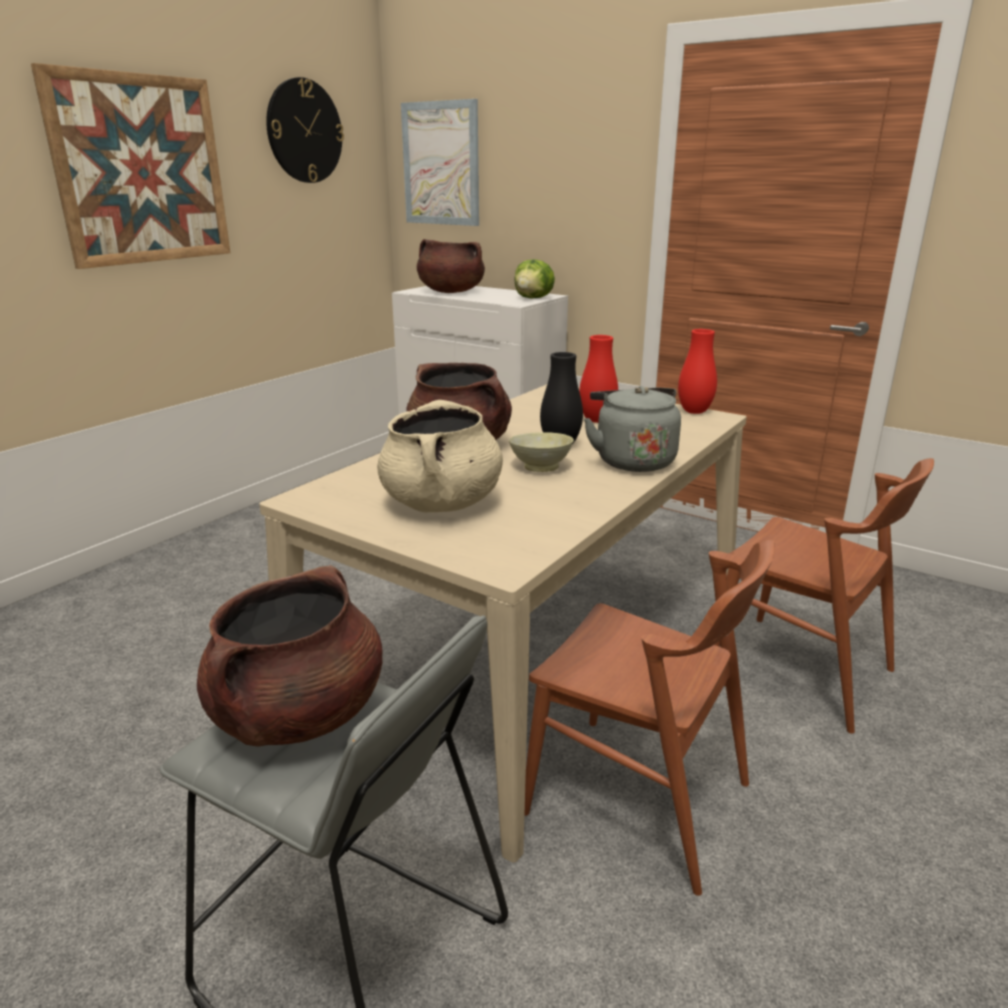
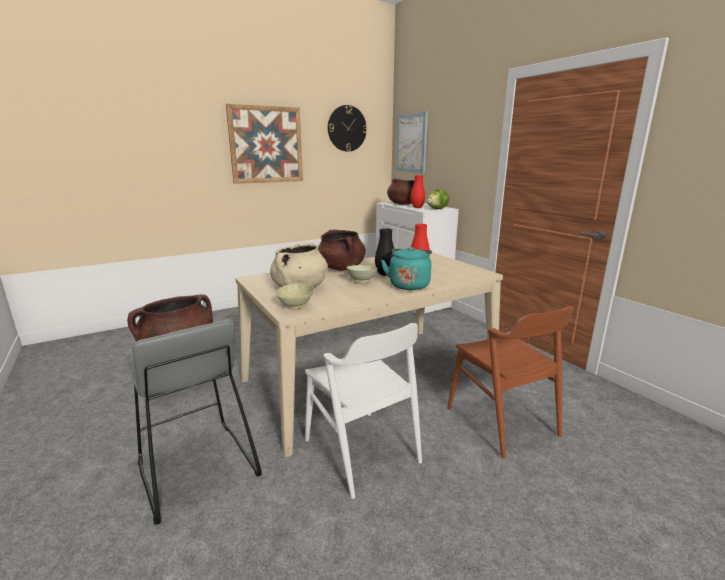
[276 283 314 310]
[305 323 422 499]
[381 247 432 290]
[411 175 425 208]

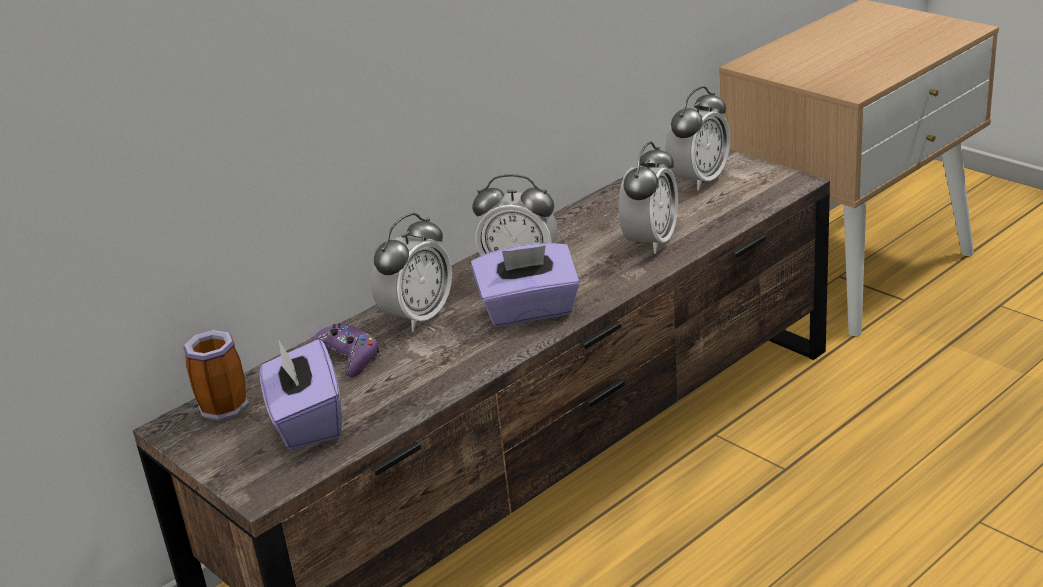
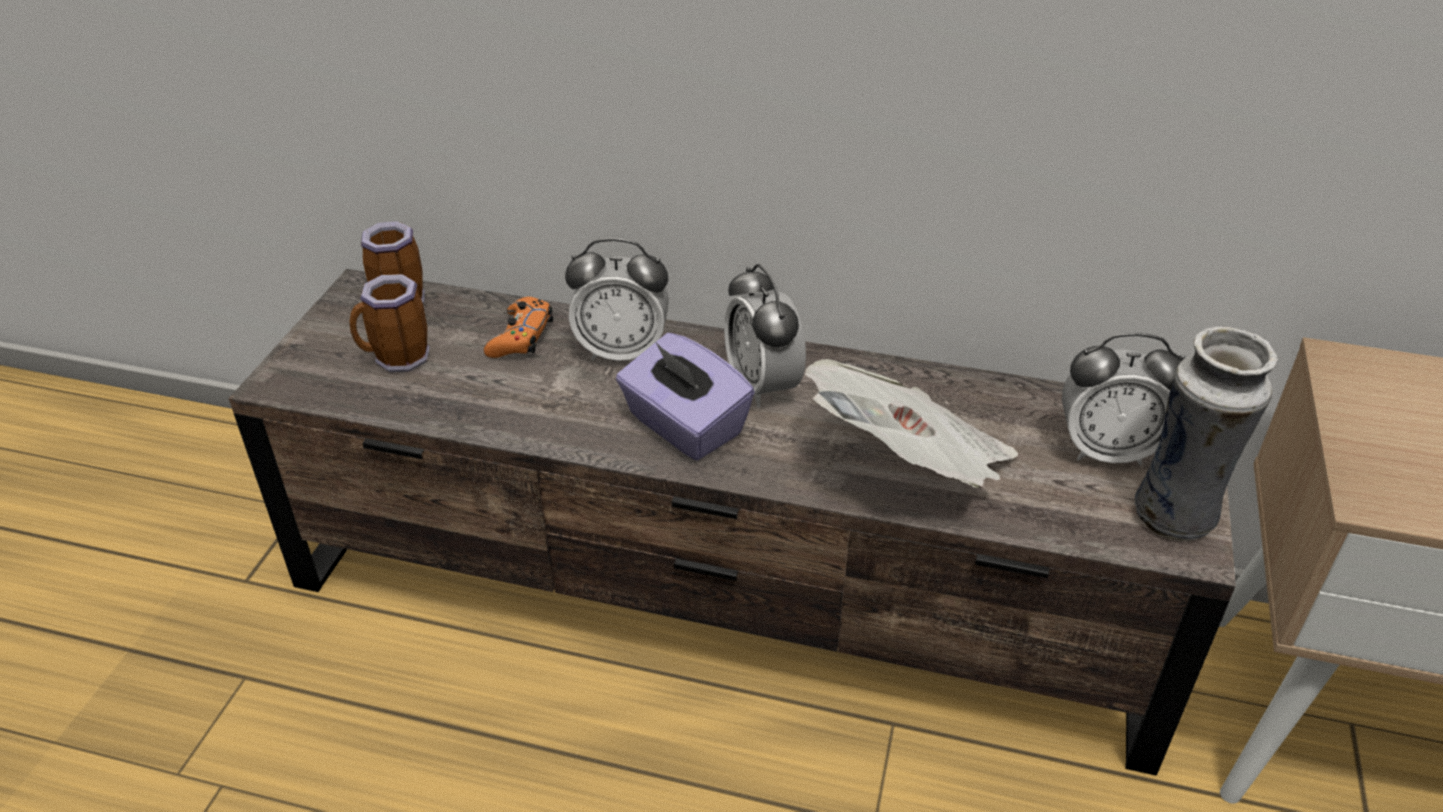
[349 274 430 372]
[484 297 553 358]
[805 359 1018 488]
[1135 326 1278 541]

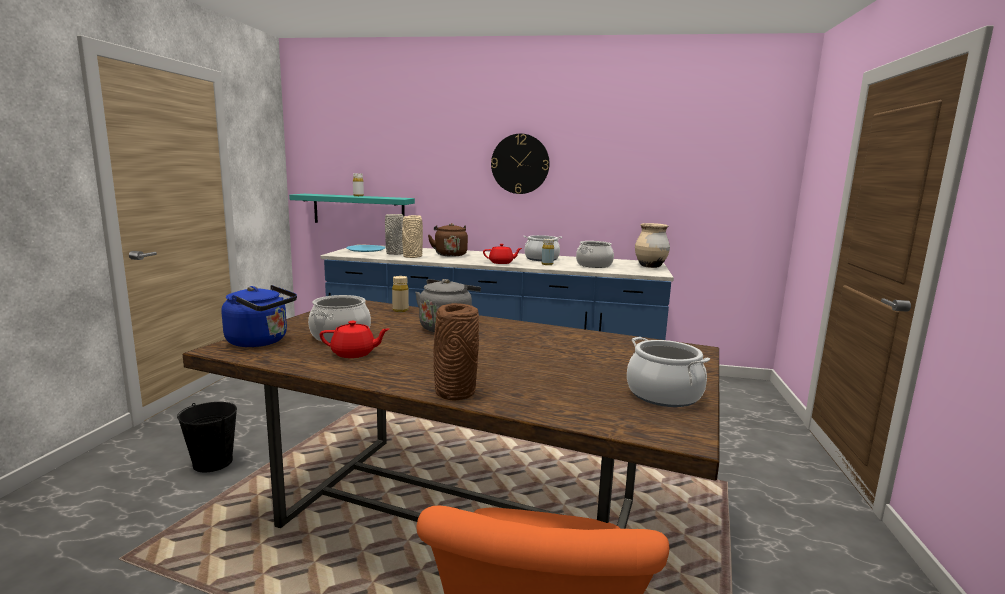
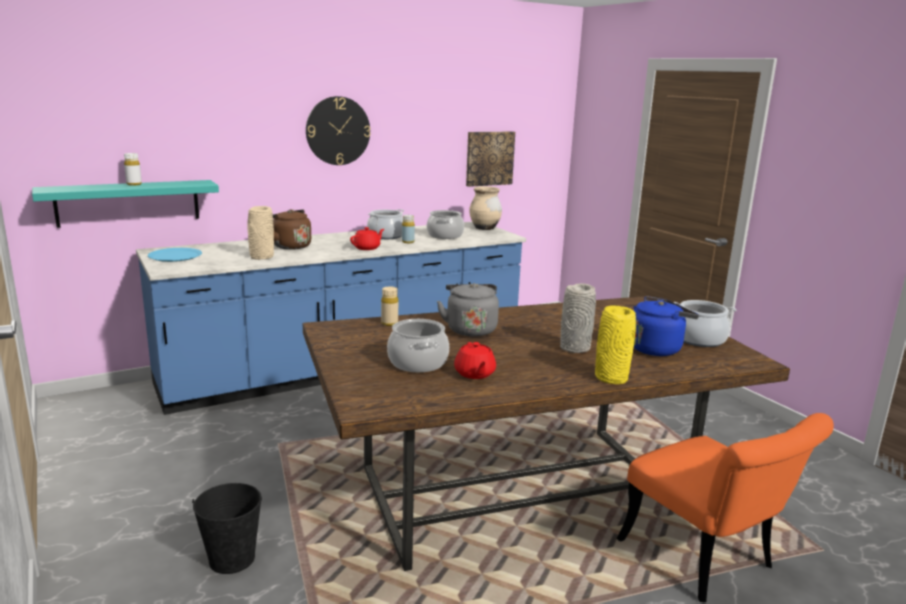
[454 342 496 379]
[466 132 515 187]
[560 283 596 353]
[595 305 636 384]
[634 296 699 356]

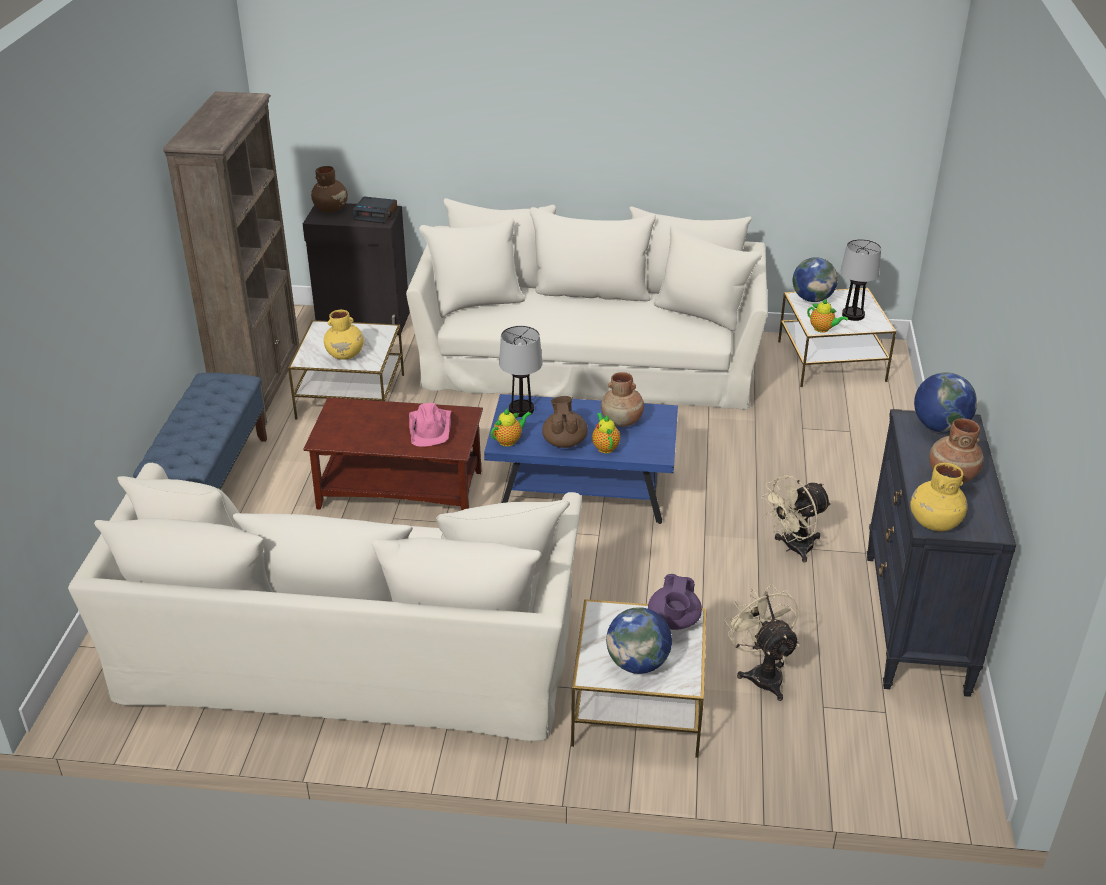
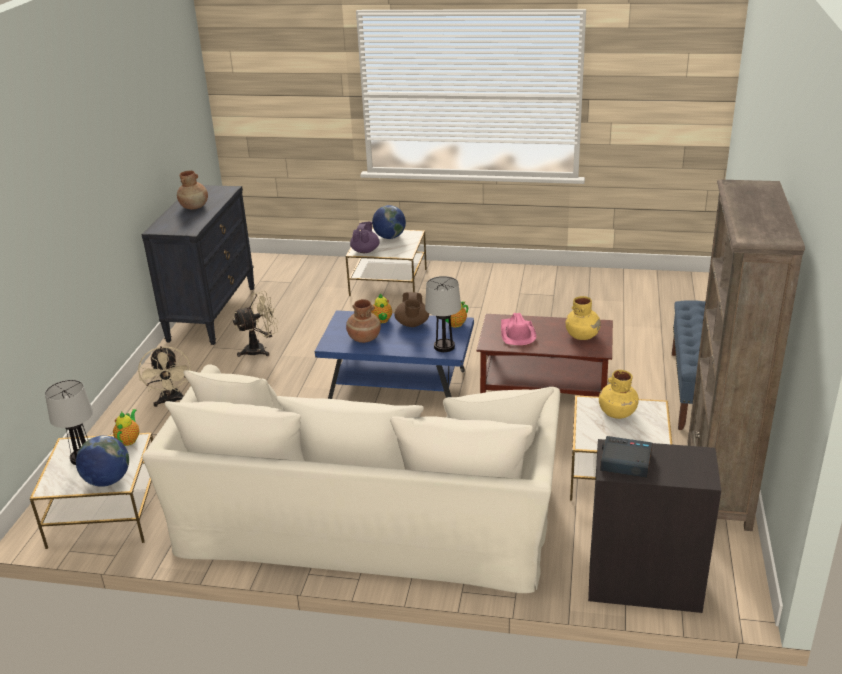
[113 409 139 446]
[138 346 190 407]
[566 296 601 340]
[68 463 582 741] (first image)
[311 166 348 212] (first image)
[914 372 977 433] (first image)

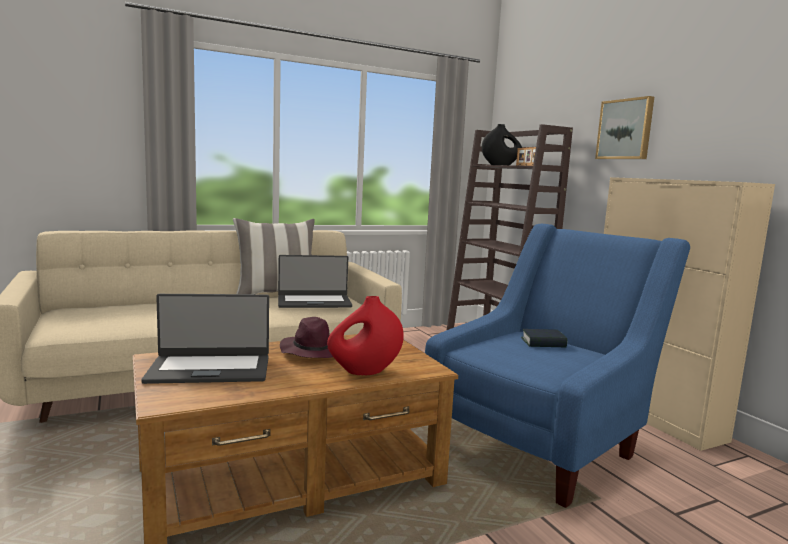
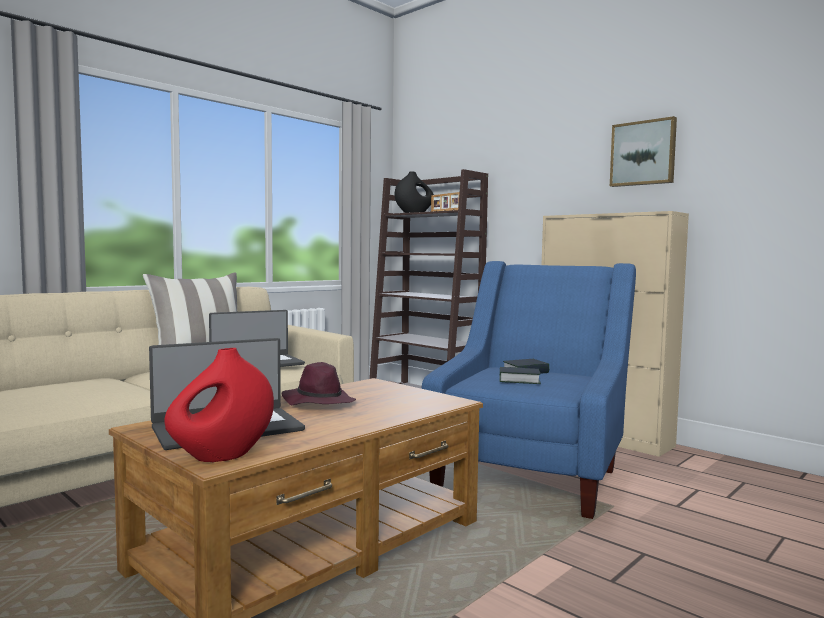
[164 348 274 463]
[499 367 541 384]
[610 116 677 187]

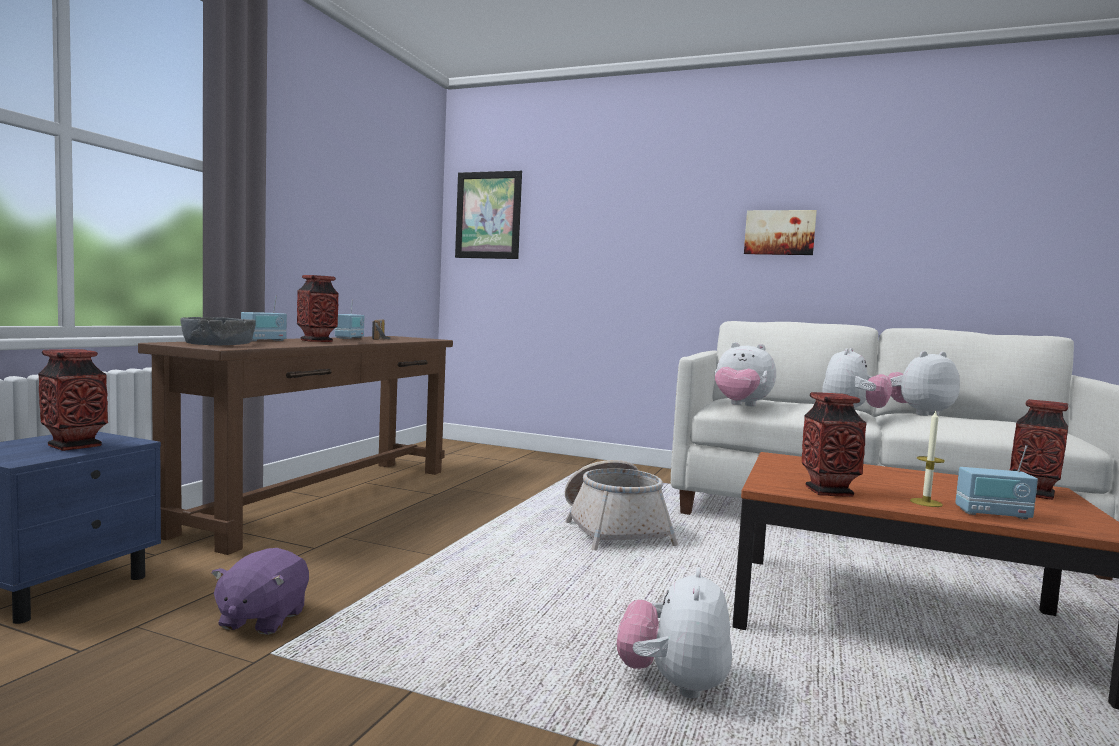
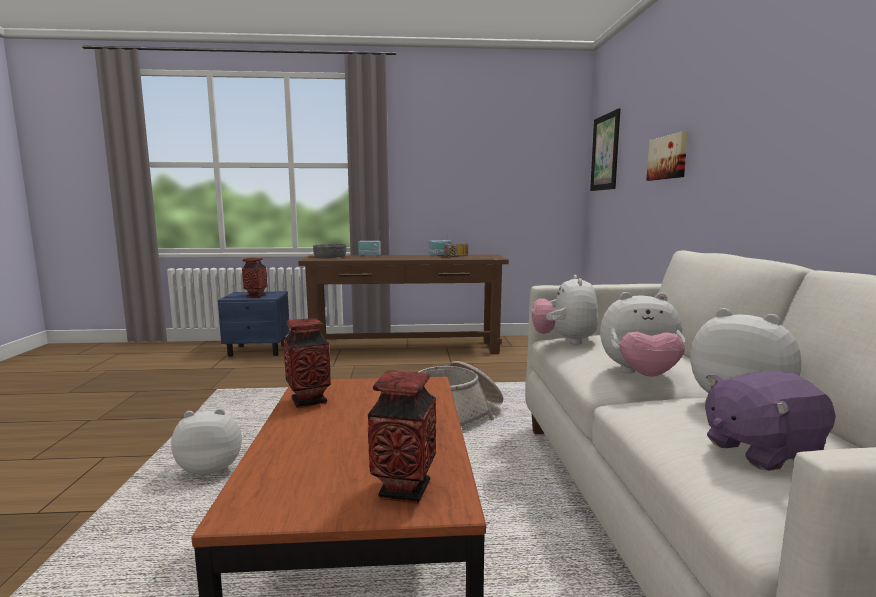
[646 131 688 181]
[705 371 836 471]
[297 275 339 342] (first image)
[910 410 945 507] (first image)
[955 445 1038 520] (first image)

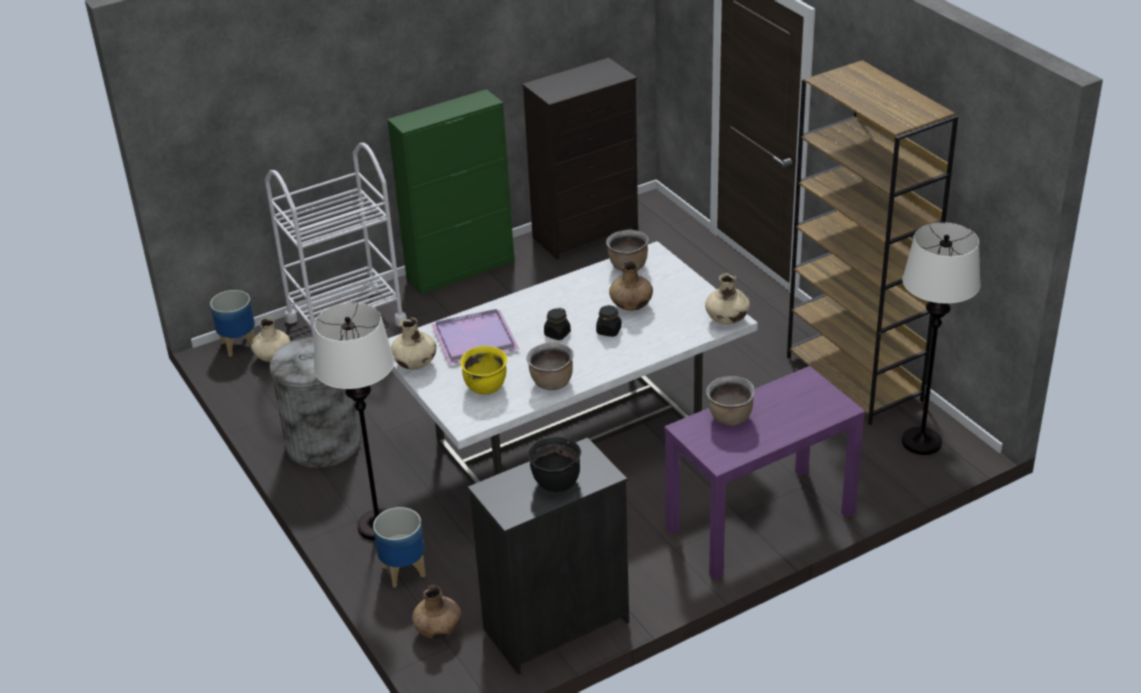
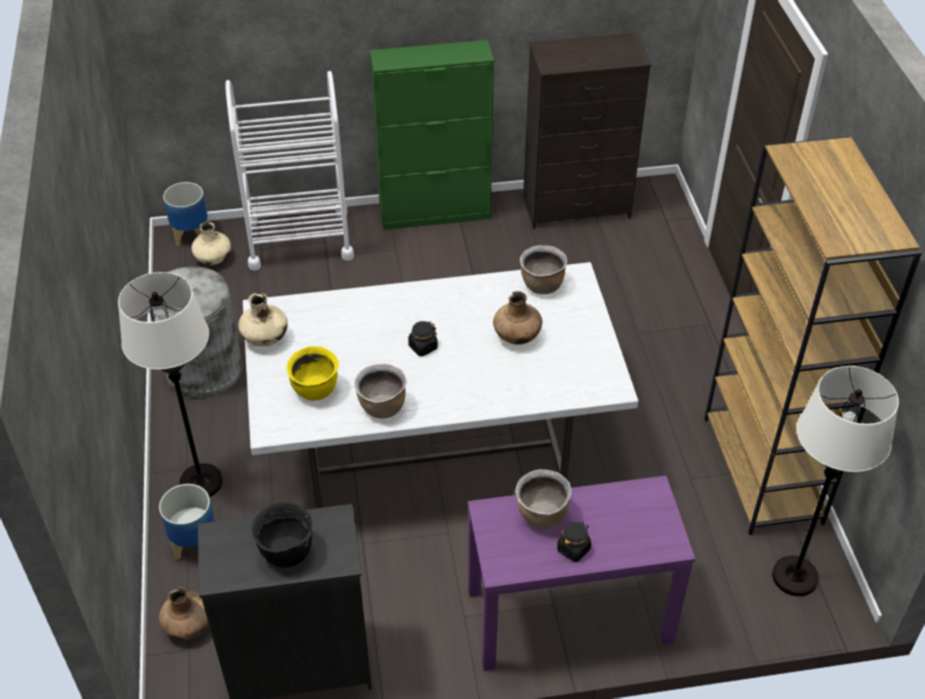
[557 522 591 562]
[431 309 519 365] (first image)
[705 273 750 325] (first image)

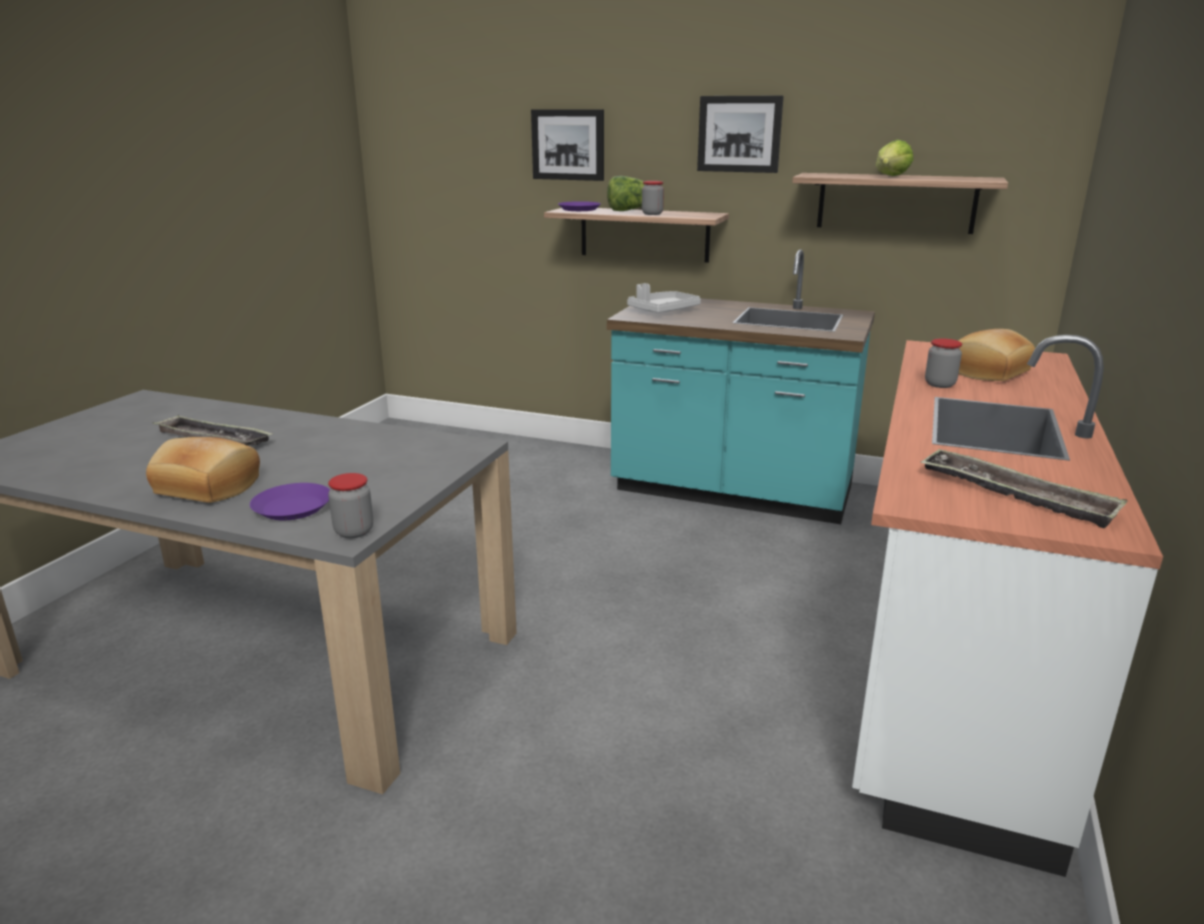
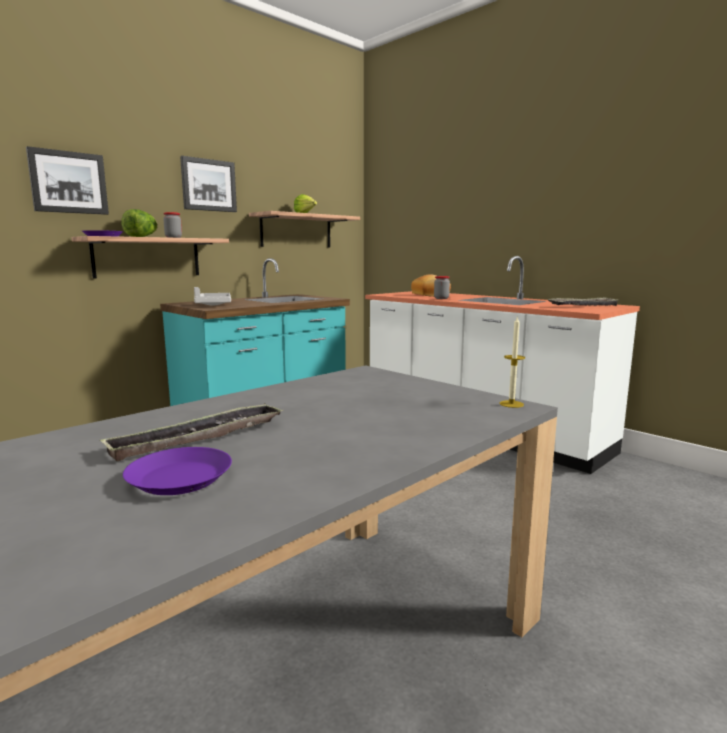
[123 447 232 495]
[500 317 525 408]
[146 437 260 503] (first image)

